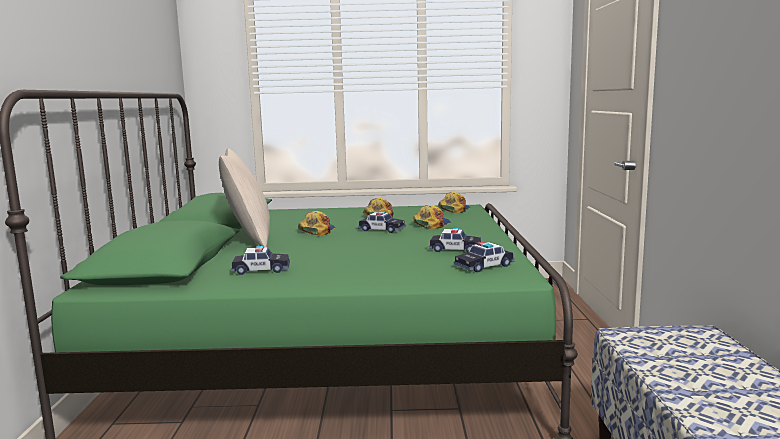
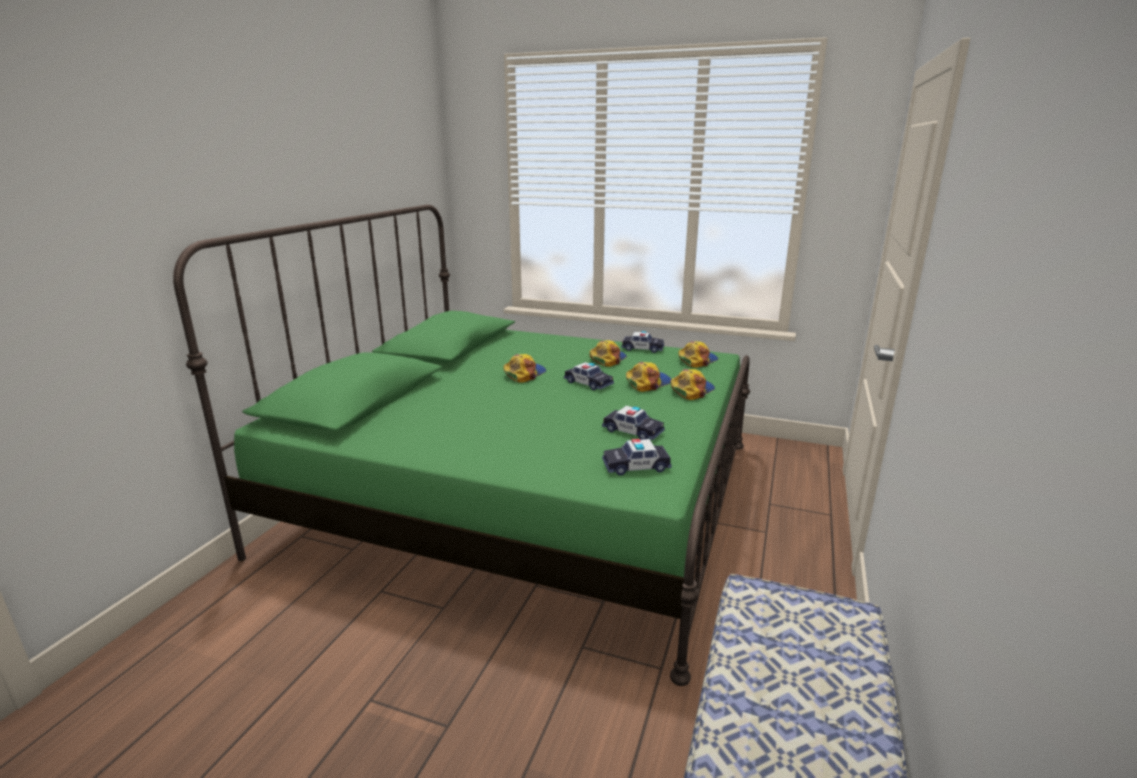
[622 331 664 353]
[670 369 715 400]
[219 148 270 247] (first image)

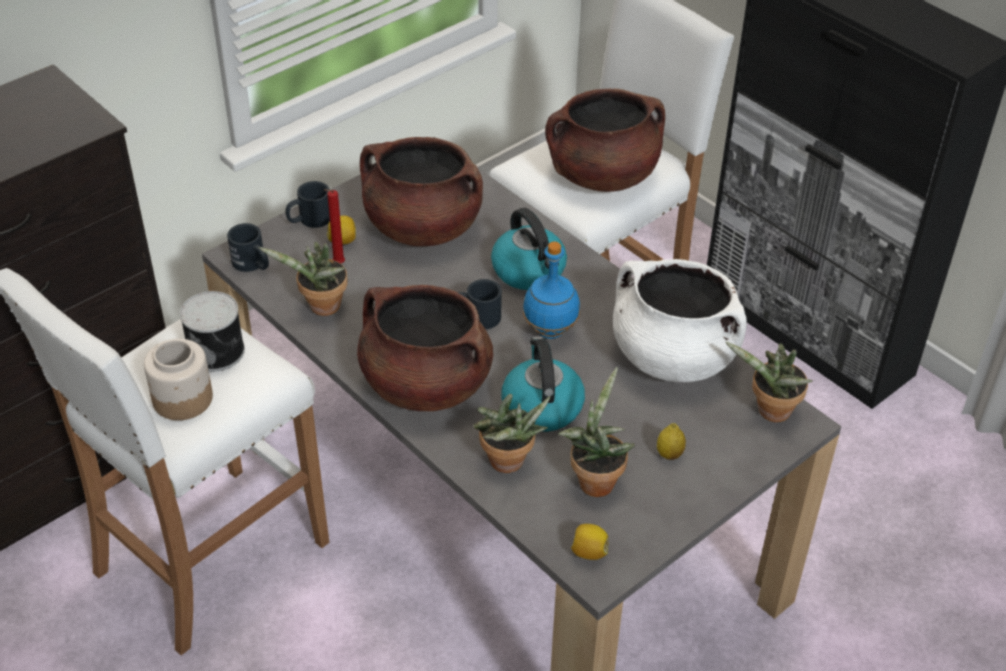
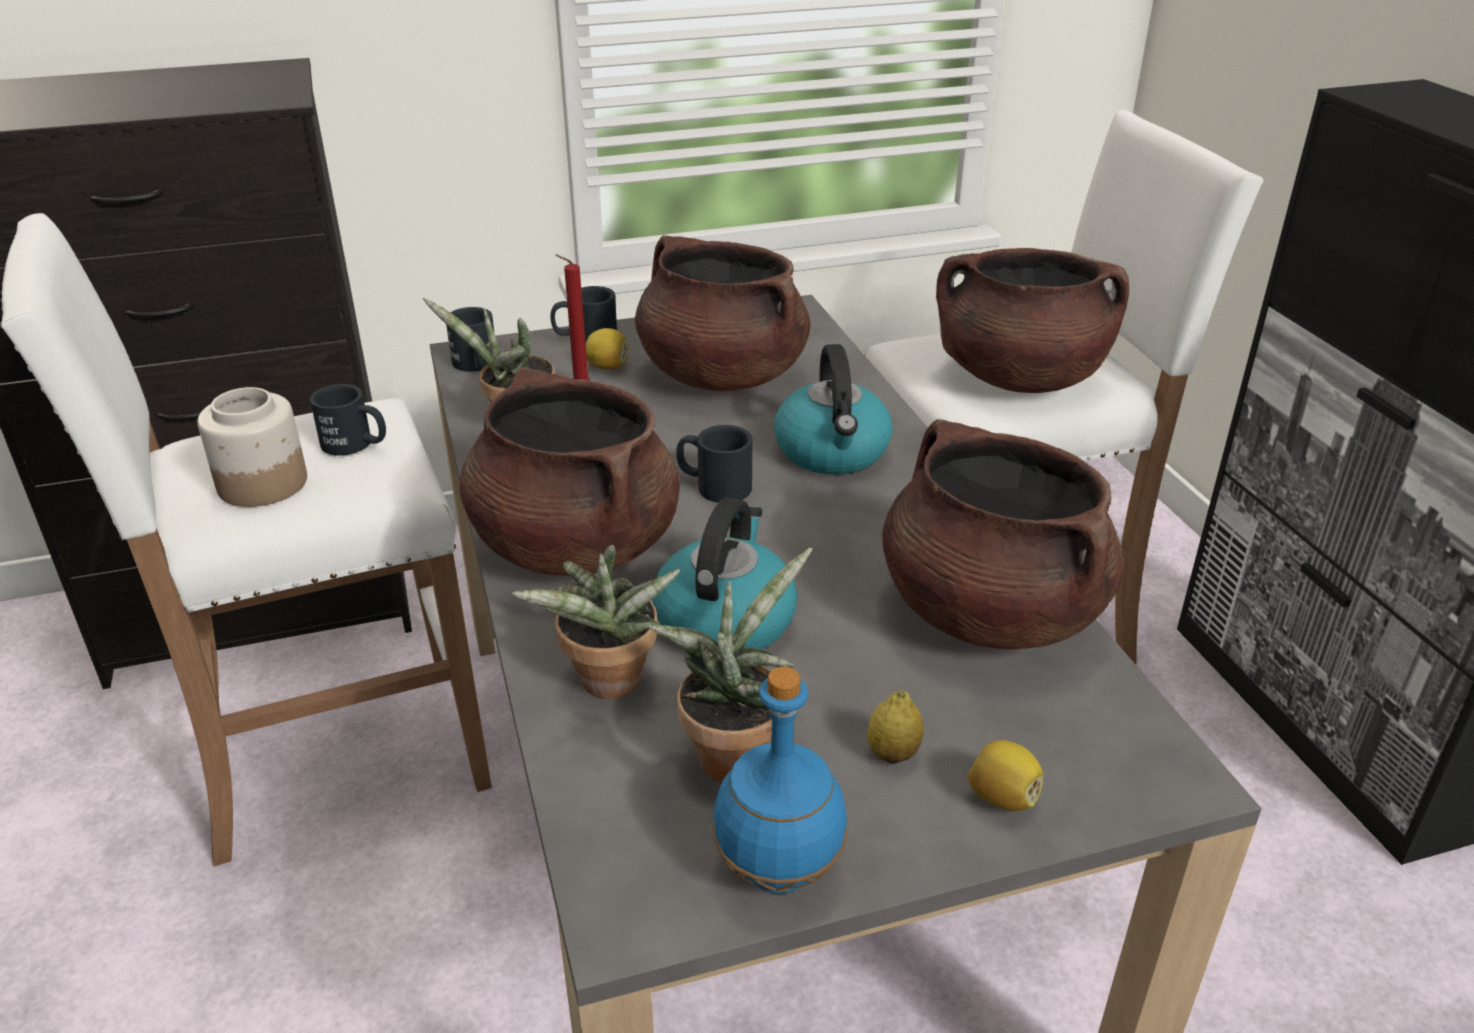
[310 384 386 456]
[713 667 847 894]
[882 419 1124 649]
[968 740 1044 811]
[725 341 813 422] (first image)

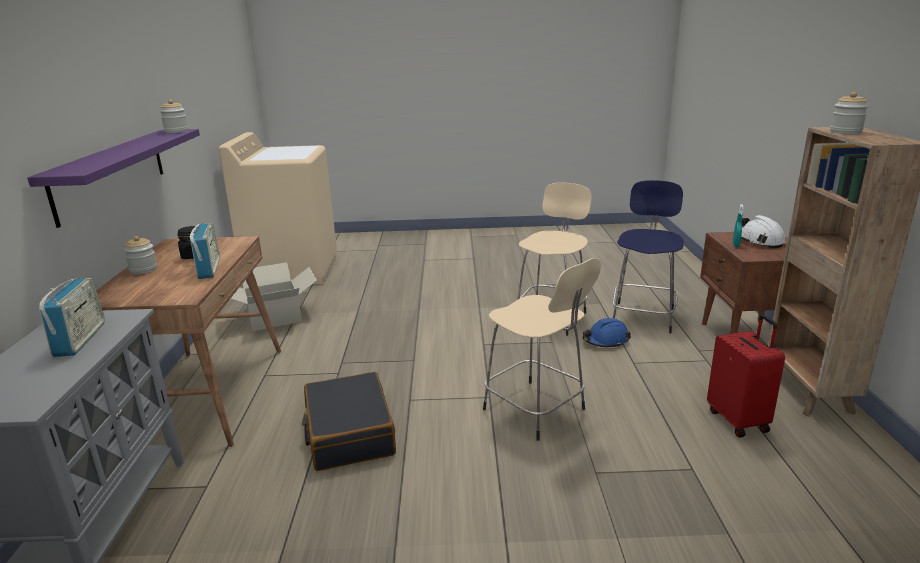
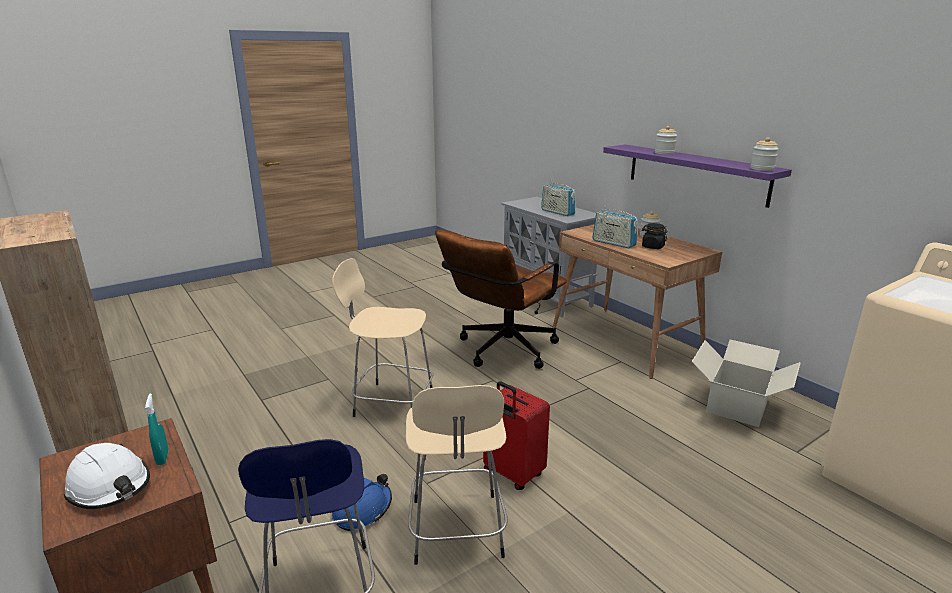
[435 229 567 369]
[483 381 550 490]
[655 126 677 155]

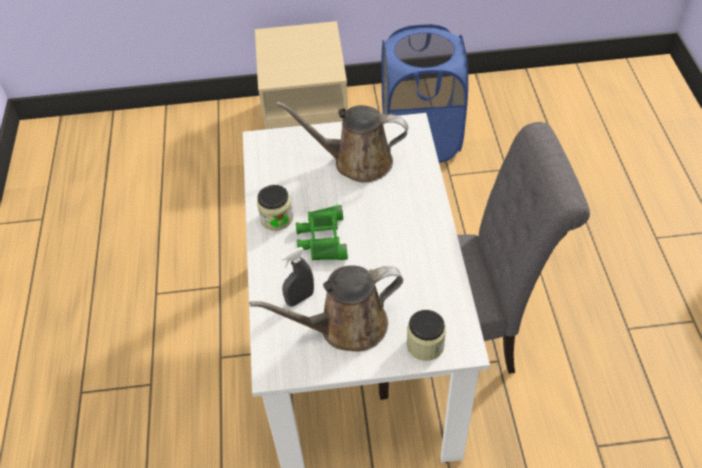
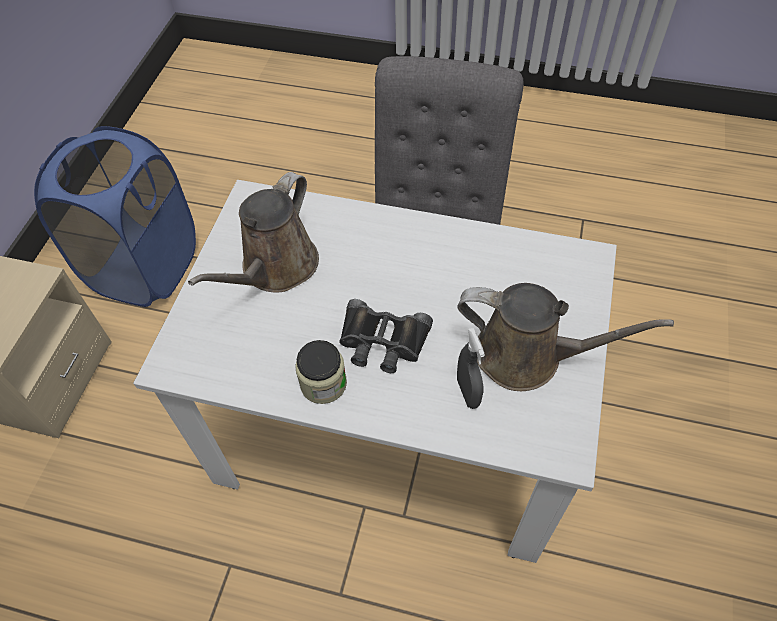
[339 299 433 373]
[457 283 674 391]
[407 310 446 361] (first image)

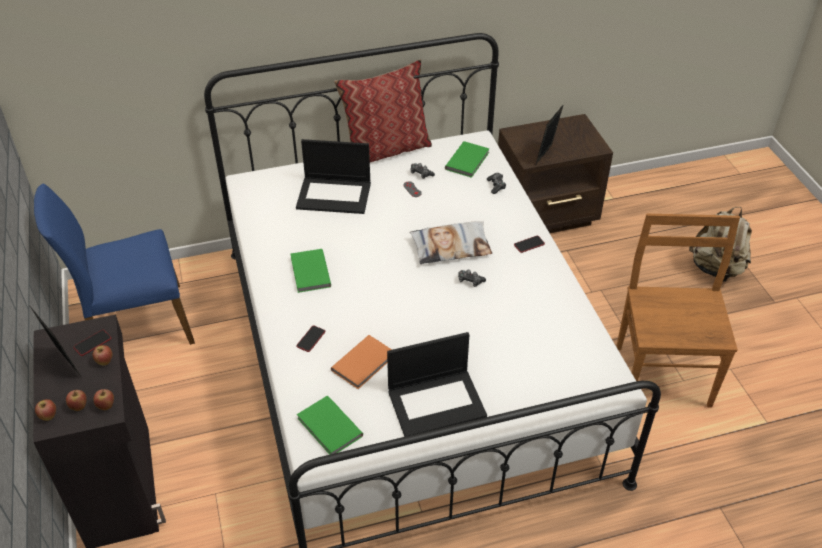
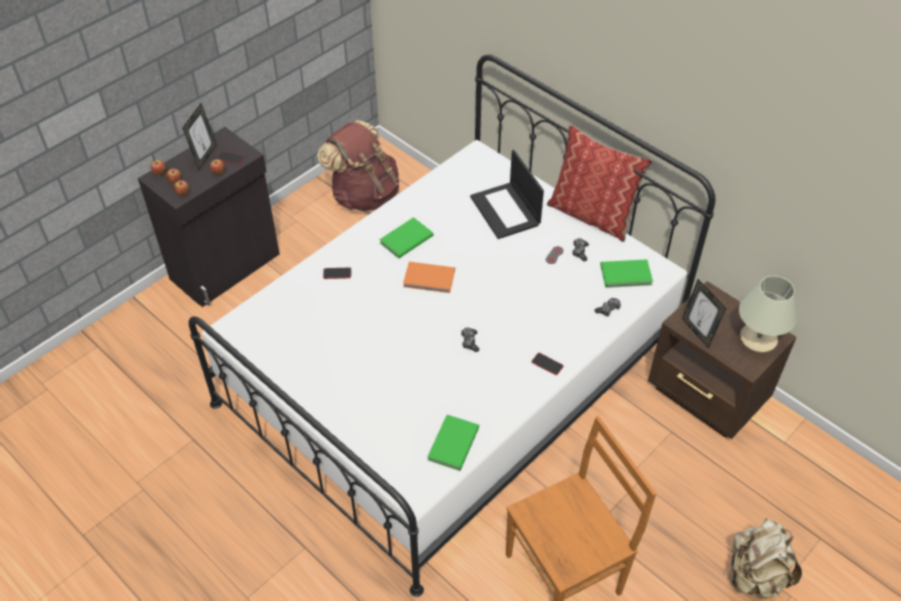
[317 120 400 211]
[403 262 455 293]
[428 415 479 471]
[682 279 726 348]
[739 276 797 353]
[387 332 487 437] (first image)
[410 221 492 264] (first image)

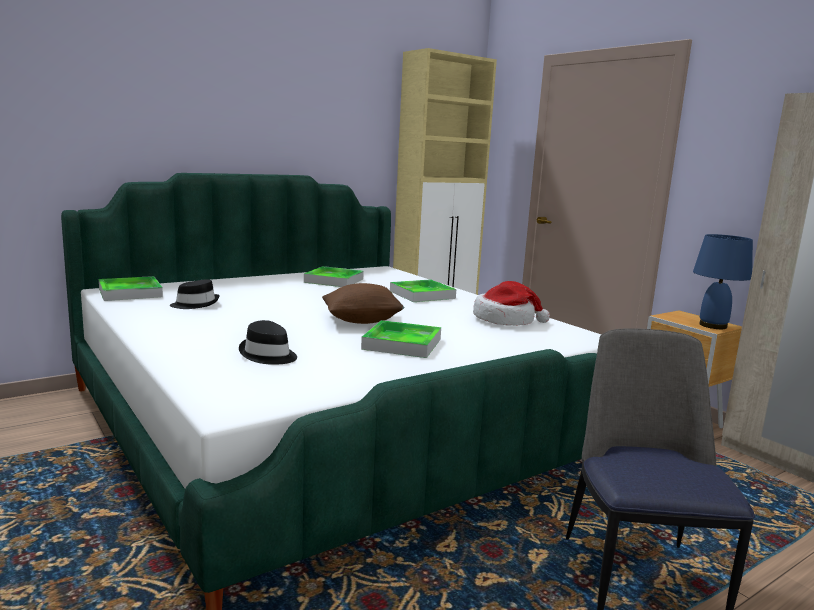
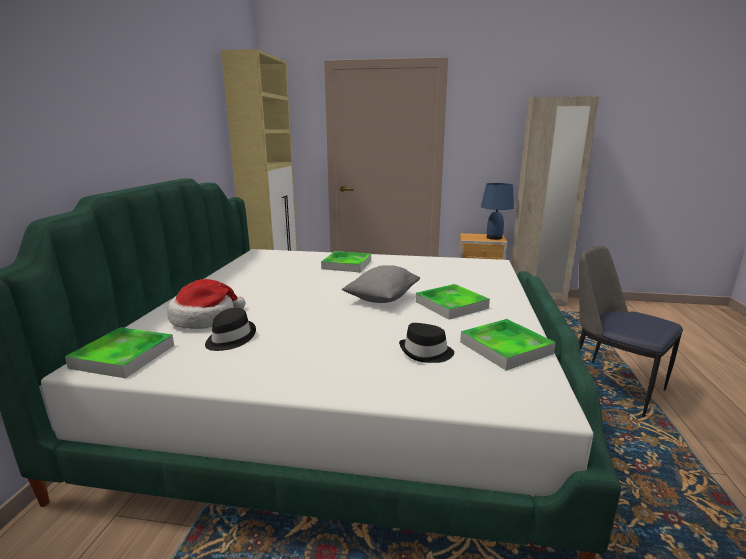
[167 279 245 329]
[342 265 420 303]
[460 319 556 370]

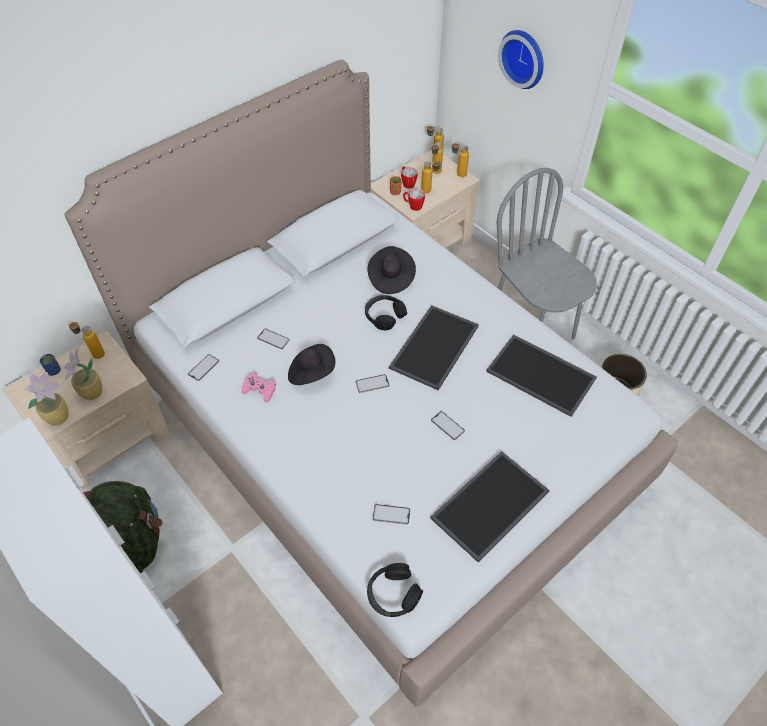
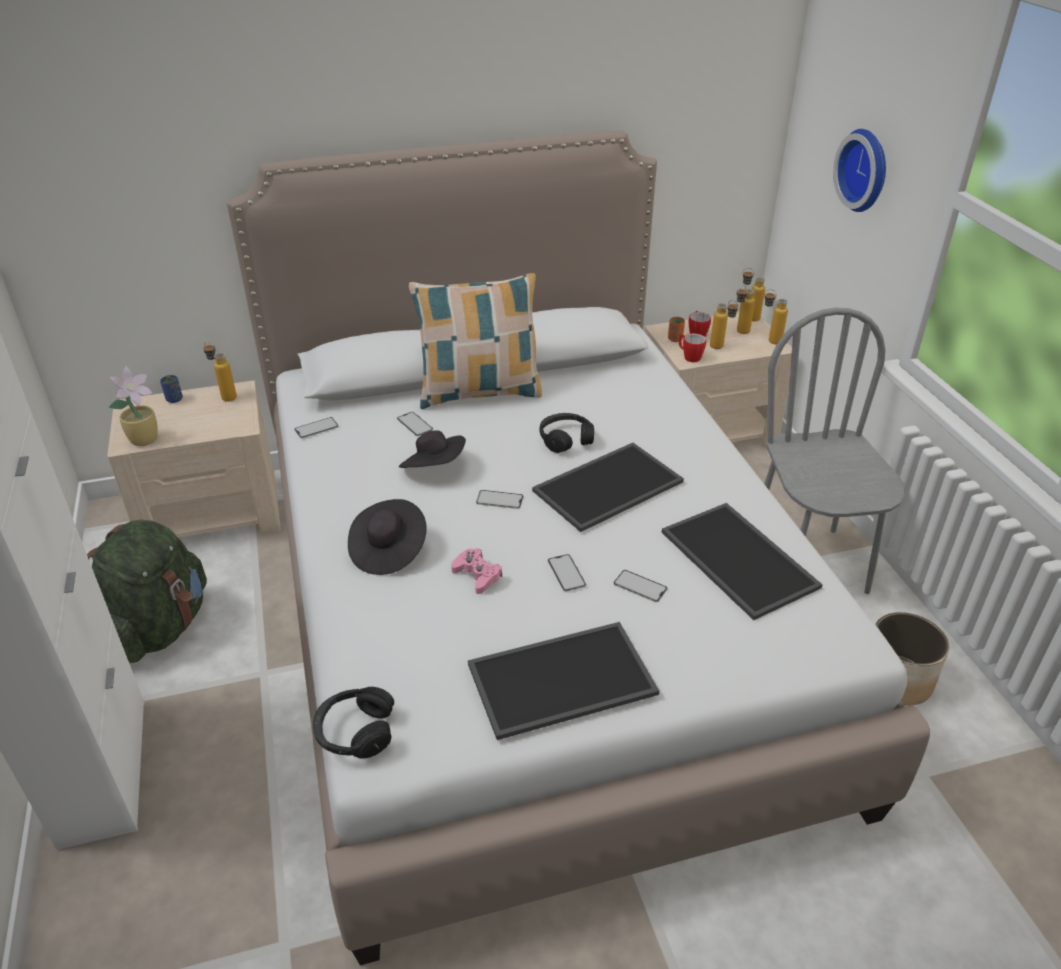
[348 499 427 575]
[409 273 542 409]
[451 548 502 594]
[614 570 667 602]
[64 347 102 400] (first image)

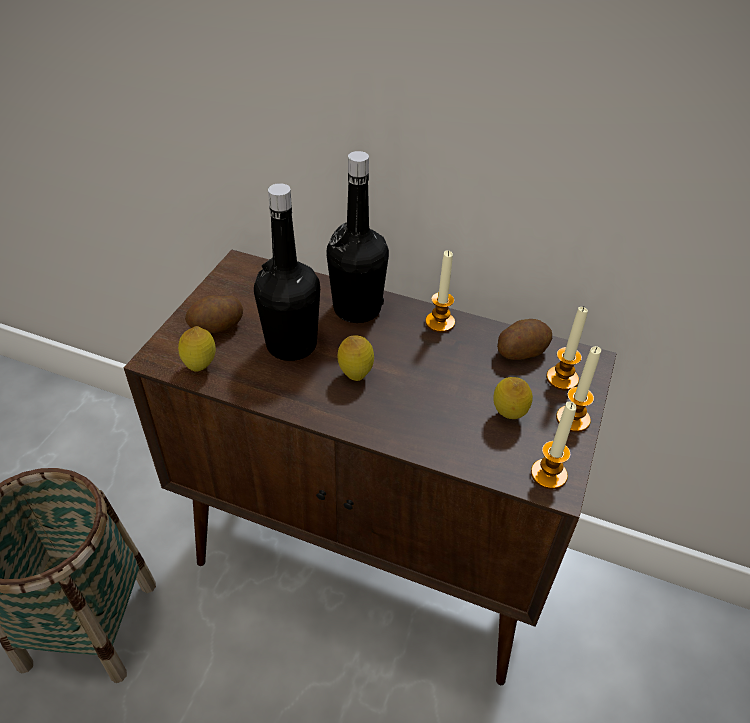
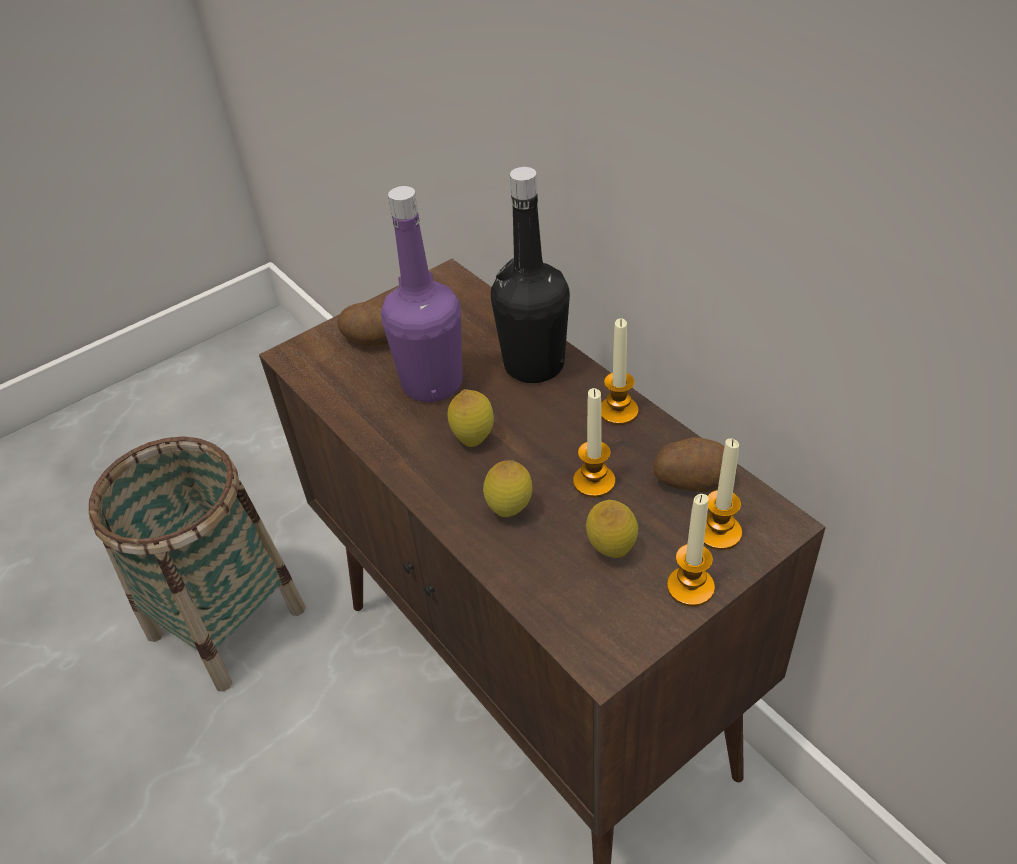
[381 186 463 402]
[483 460 532 517]
[573 388 615 497]

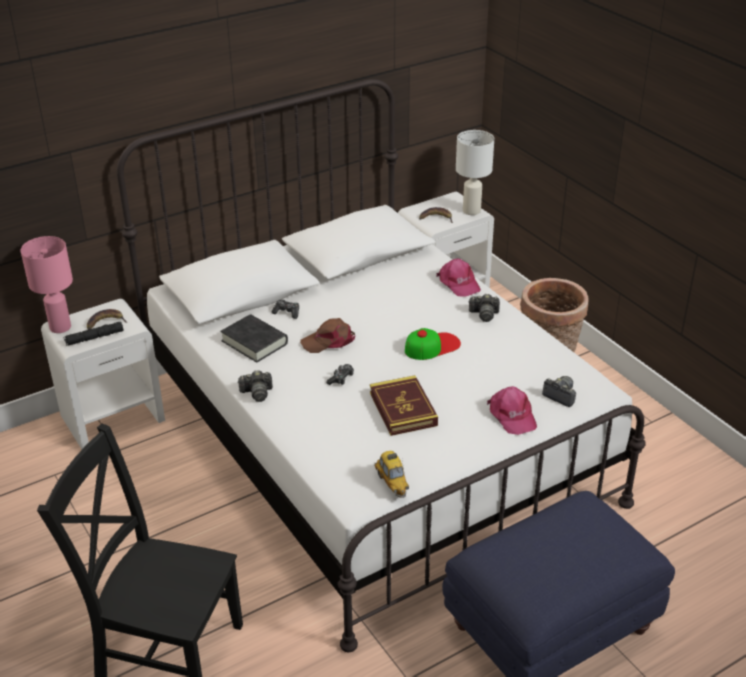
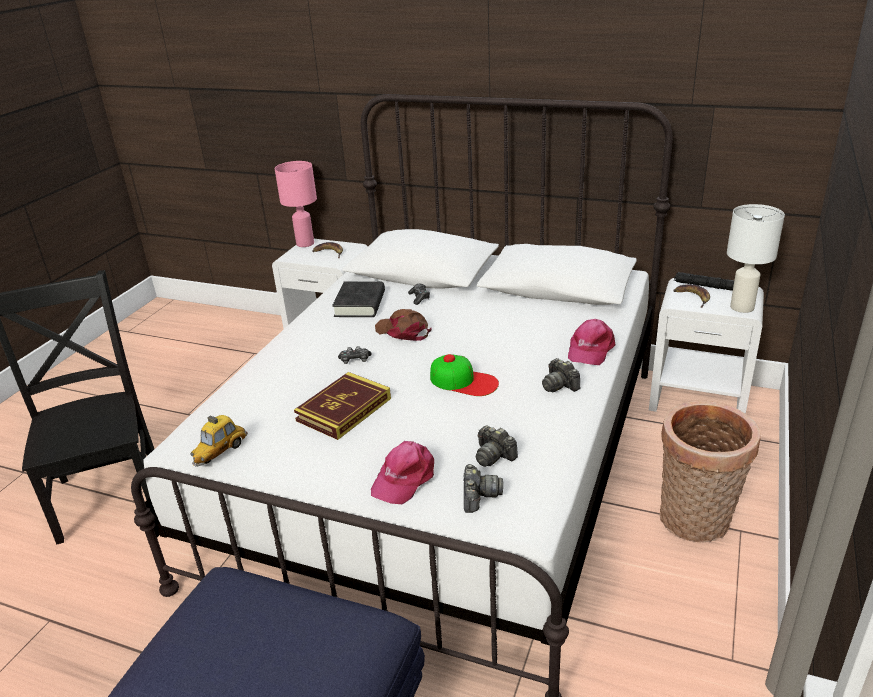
[476 425 518 467]
[674 272 734 291]

